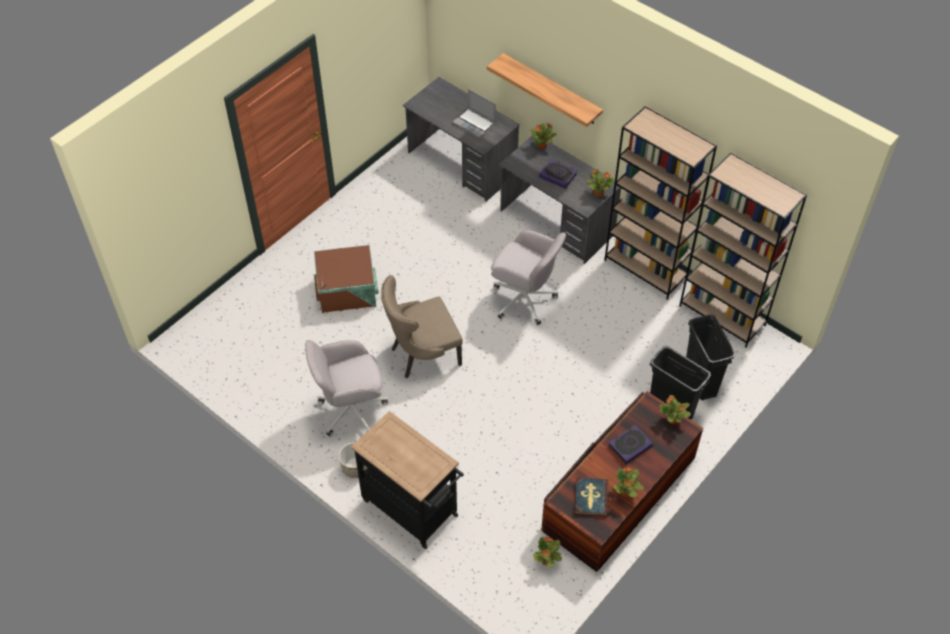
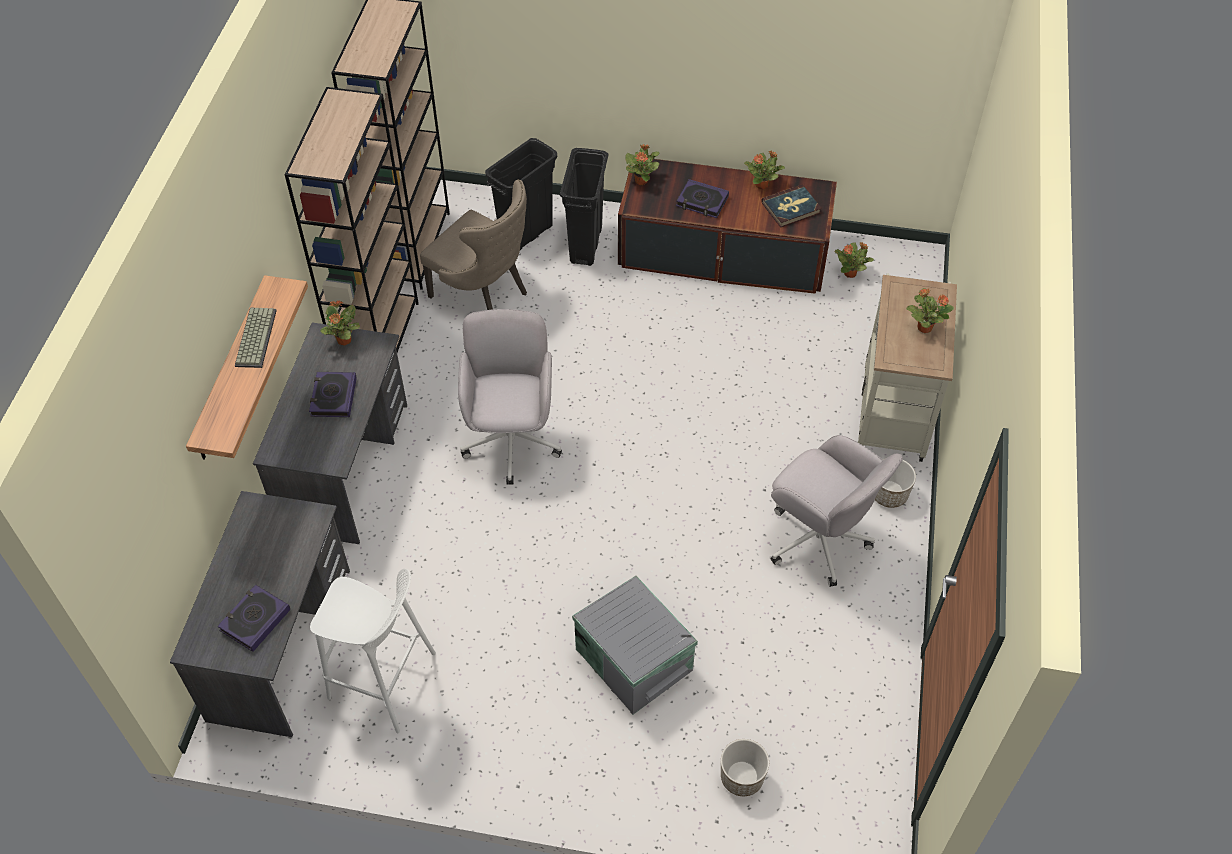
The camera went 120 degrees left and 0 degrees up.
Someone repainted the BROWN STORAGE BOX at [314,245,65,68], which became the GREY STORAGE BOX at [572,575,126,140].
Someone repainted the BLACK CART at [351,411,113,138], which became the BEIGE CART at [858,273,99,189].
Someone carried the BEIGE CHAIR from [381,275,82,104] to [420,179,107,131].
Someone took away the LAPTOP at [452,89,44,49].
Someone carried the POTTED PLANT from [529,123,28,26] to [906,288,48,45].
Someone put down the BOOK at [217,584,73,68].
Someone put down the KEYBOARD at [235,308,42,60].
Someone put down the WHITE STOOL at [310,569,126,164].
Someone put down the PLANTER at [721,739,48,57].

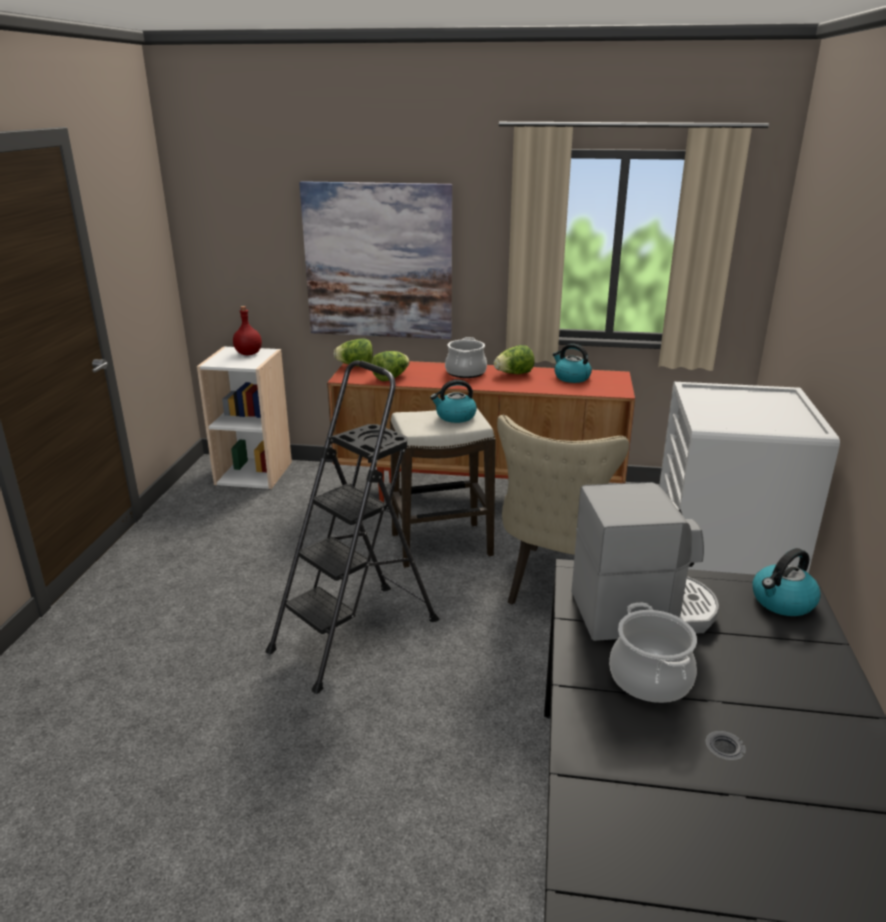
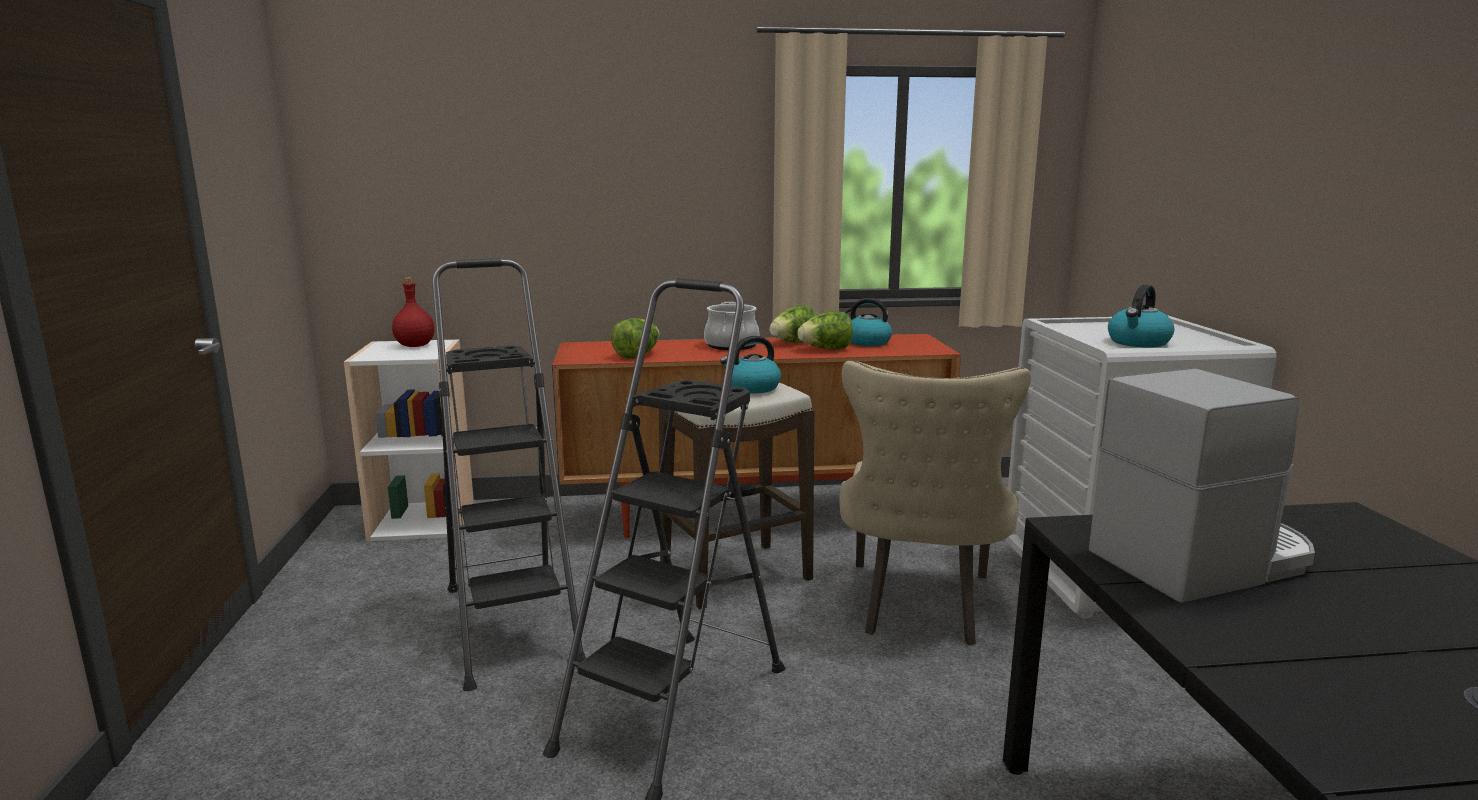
The camera went 15 degrees left and 10 degrees down.
Someone took away the PICTURE at [299,181,153,158].
Someone carried the LETTUCE from [334,339,39,28] to [798,311,55,39].
Someone took away the COOKING POT at [609,603,88,101].
Someone carried the KETTLE from [752,548,69,68] to [1108,285,66,63].
Someone put down the STEP LADDER at [432,258,154,433].

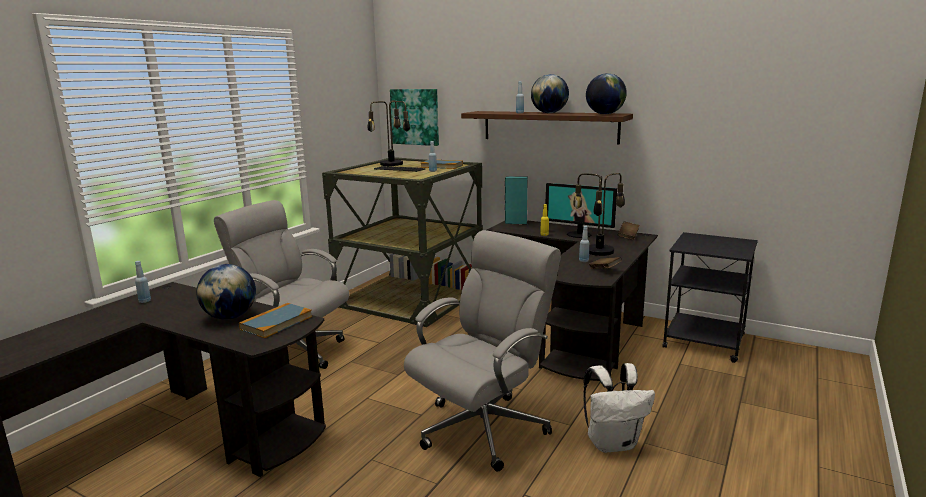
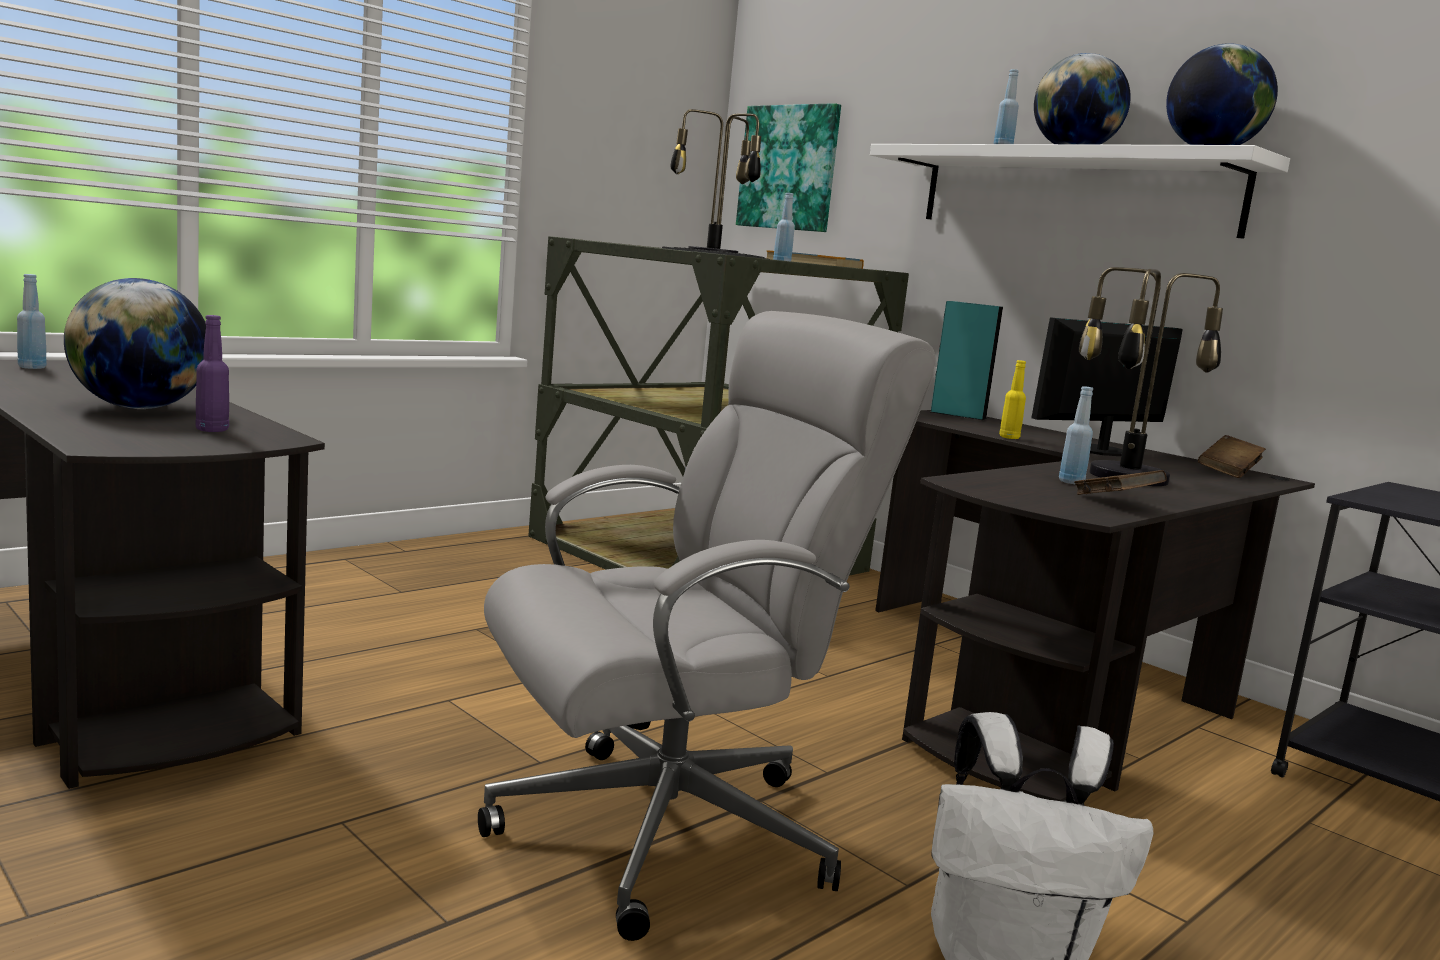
The camera went 15 degrees right and 5 degrees down.
Someone took away the GREY OFFICE CHAIR at [214,200,135,169].
Someone swapped the BOOK at [239,303,73,35] for the PURPLE BOTTLE at [196,315,33,117].
Someone repainted the BROWN SHELF at [461,111,172,34], which became the WHITE SHELF at [870,144,420,94].
Someone rotated the MONITOR at [545,183,72,55] by 105 degrees clockwise.

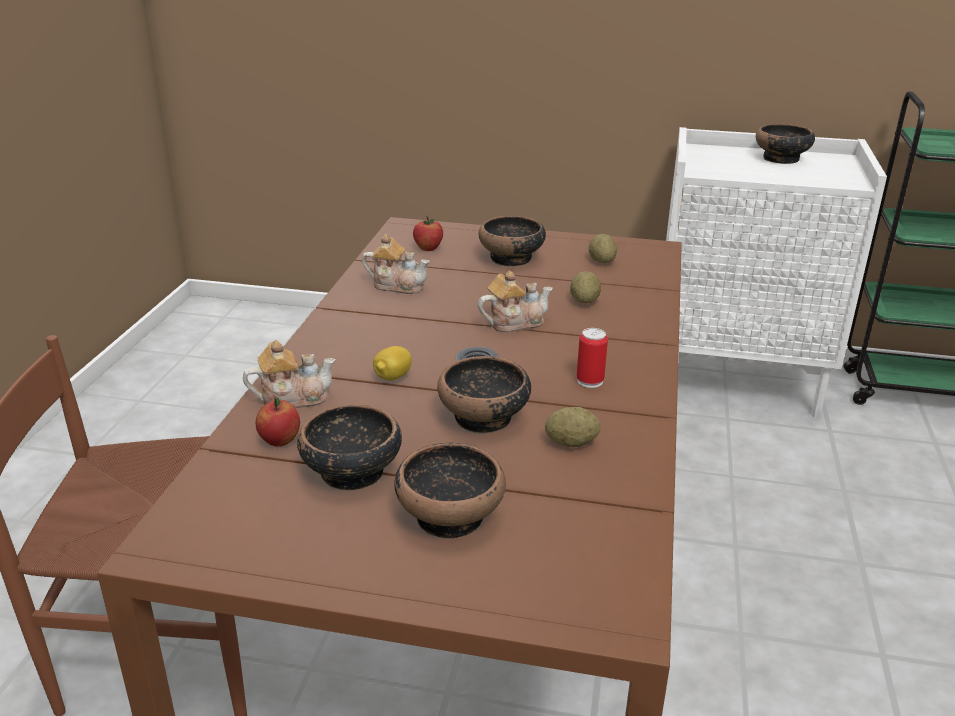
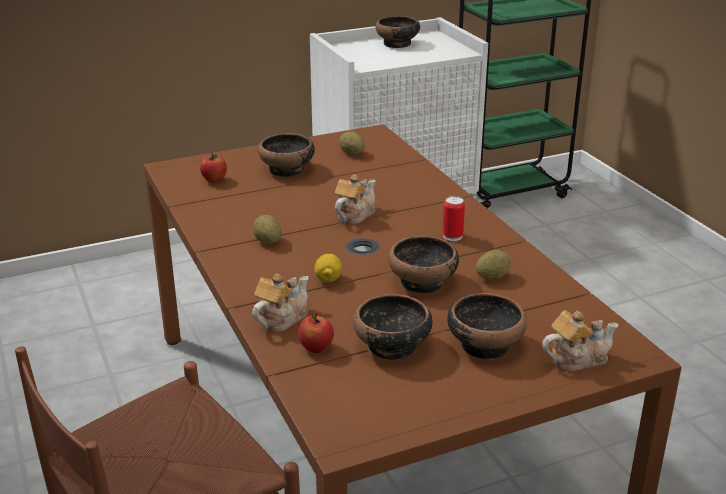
The camera went 35 degrees left and 0 degrees up.
Someone carried the TEAPOT from [362,234,68,60] to [542,310,76,61].
Someone carried the POTATO from [570,271,31,32] to [253,215,28,28].

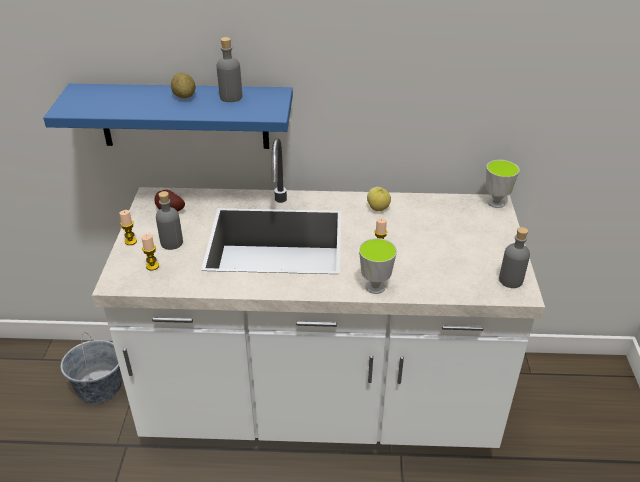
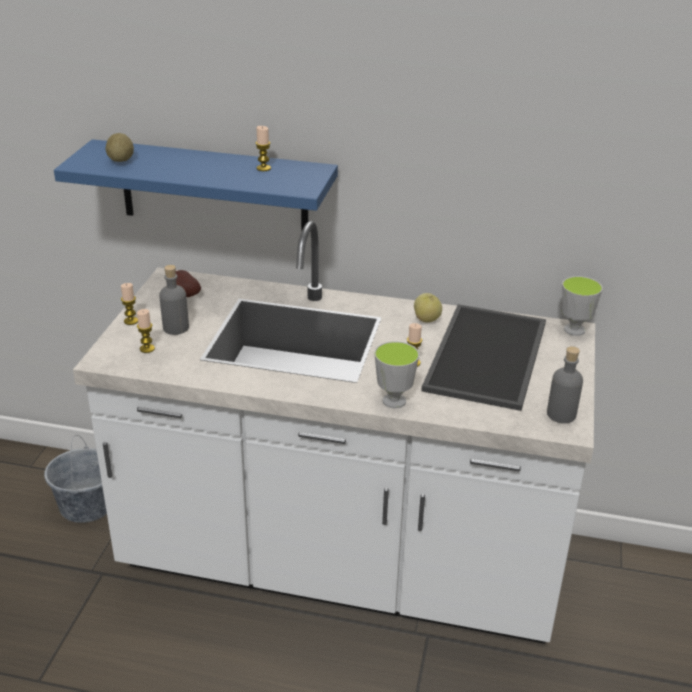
The camera went 10 degrees right and 5 degrees down.
Someone carried the POTATO from [171,72,24,26] to [105,133,29,29].
Someone swapped the GREY BOTTLE at [216,37,26,65] for the CANDLE at [256,126,15,45].
Someone put down the TRAY at [421,304,125,107].

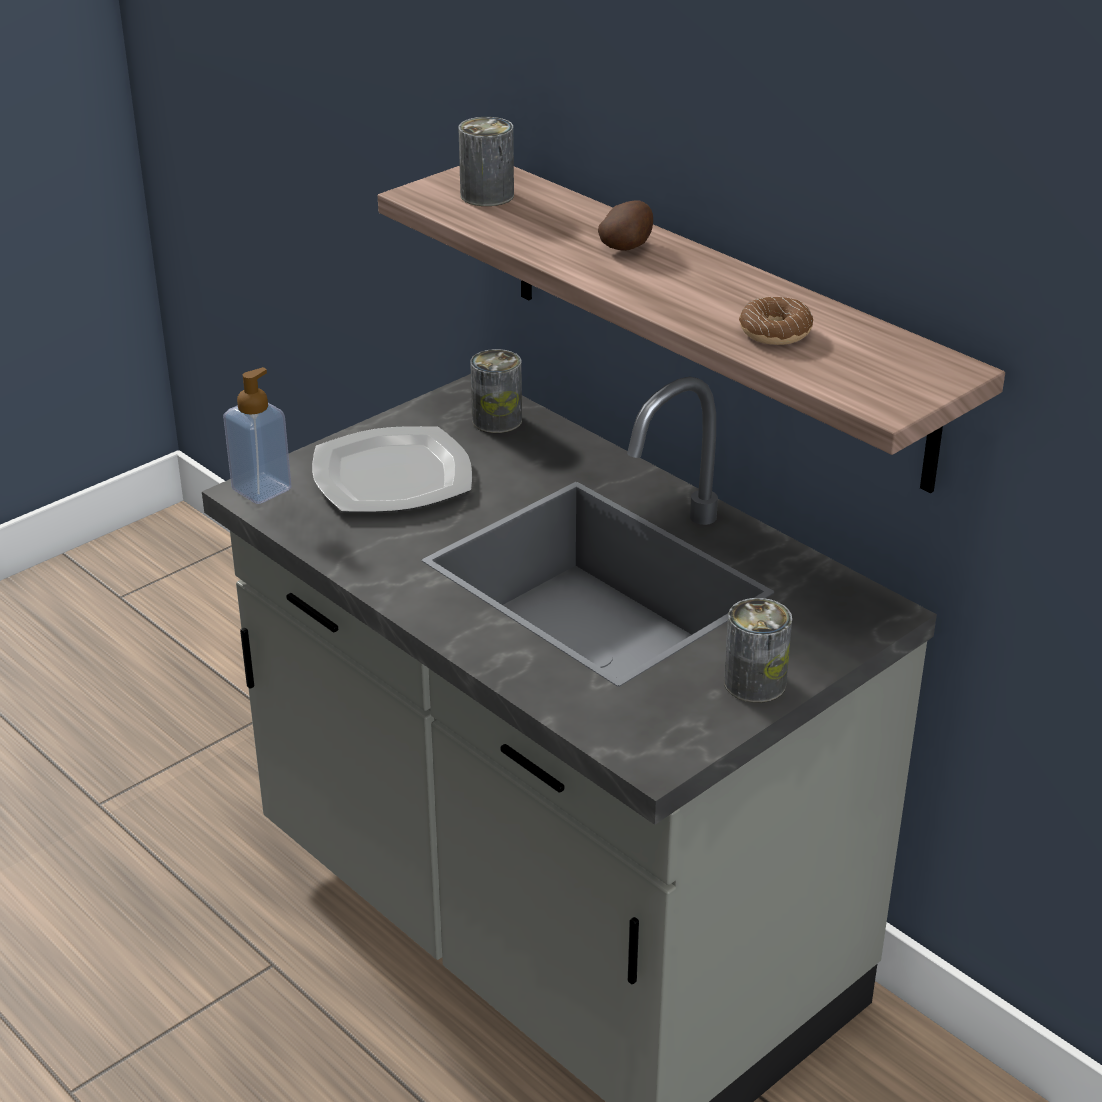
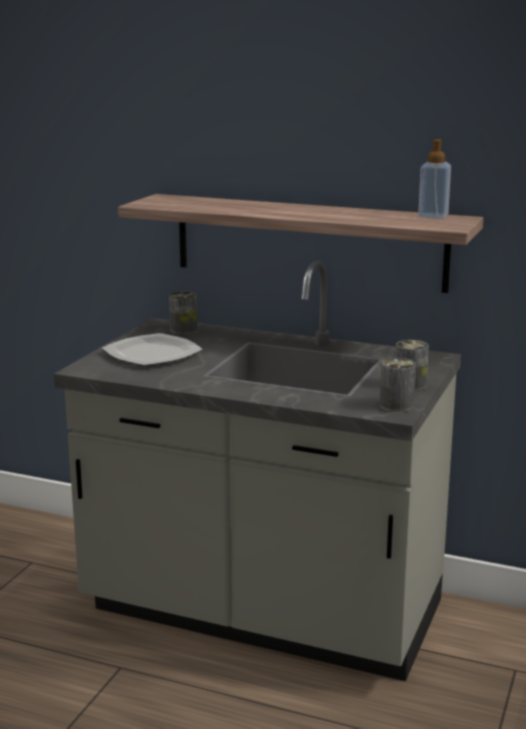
The camera went 25 degrees left and 15 degrees down.
Someone carried the SOAP DISPENSER from [223,367,69,137] to [418,139,33,80].
Someone carried the CAN from [458,117,56,89] to [380,358,36,54].
Someone took away the POTATO at [598,200,55,51].
Someone took away the DONUT at [739,297,74,48].

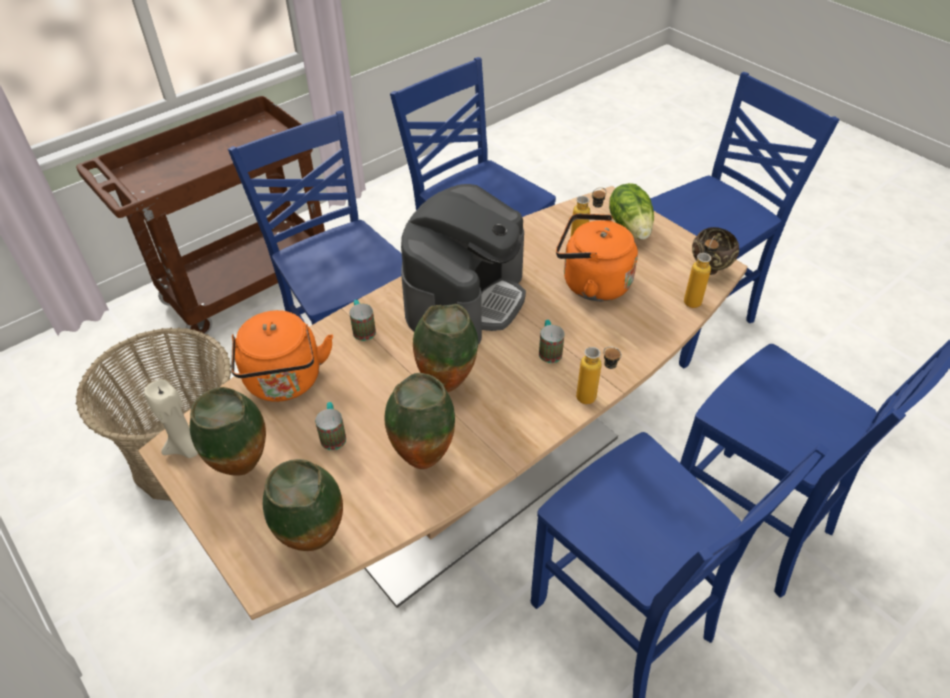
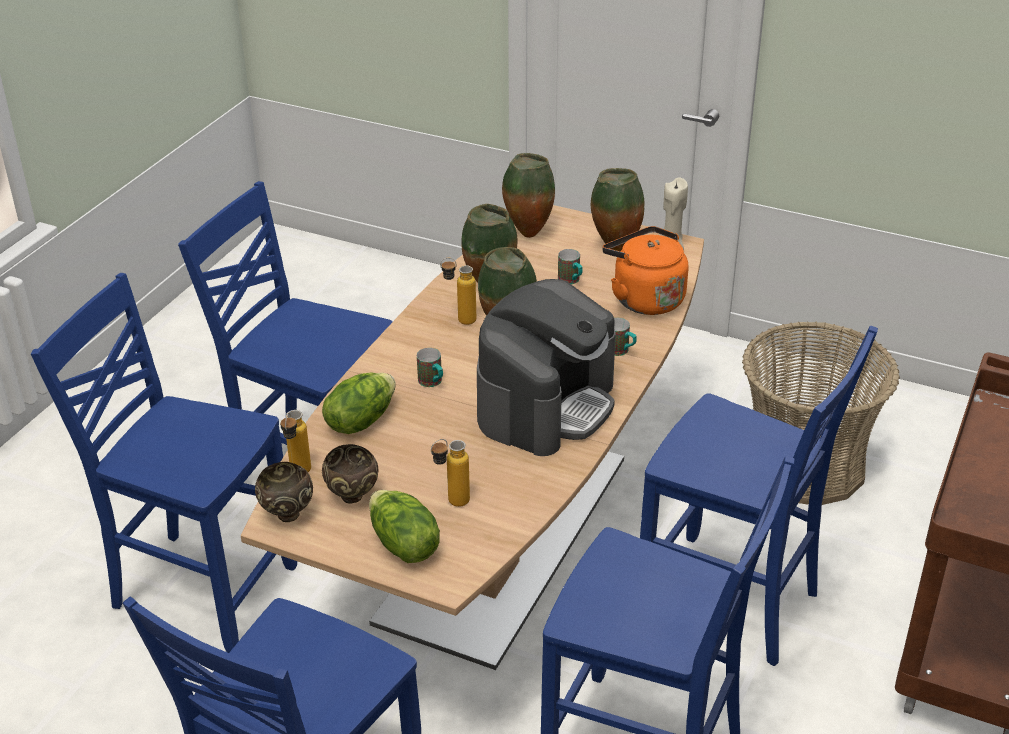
The camera went 155 degrees right and 10 degrees down.
Someone rotated the COFFEE MACHINE at [401,184,125,160] by 150 degrees counterclockwise.
Someone took away the ORANGE KETTLE at [556,214,82,87].
Someone carried the BOTTLE from [576,346,45,58] to [440,258,36,67].
Someone put down the LETTUCE at [322,372,74,62].
Someone put down the BROWN BOWL at [322,444,57,60].

